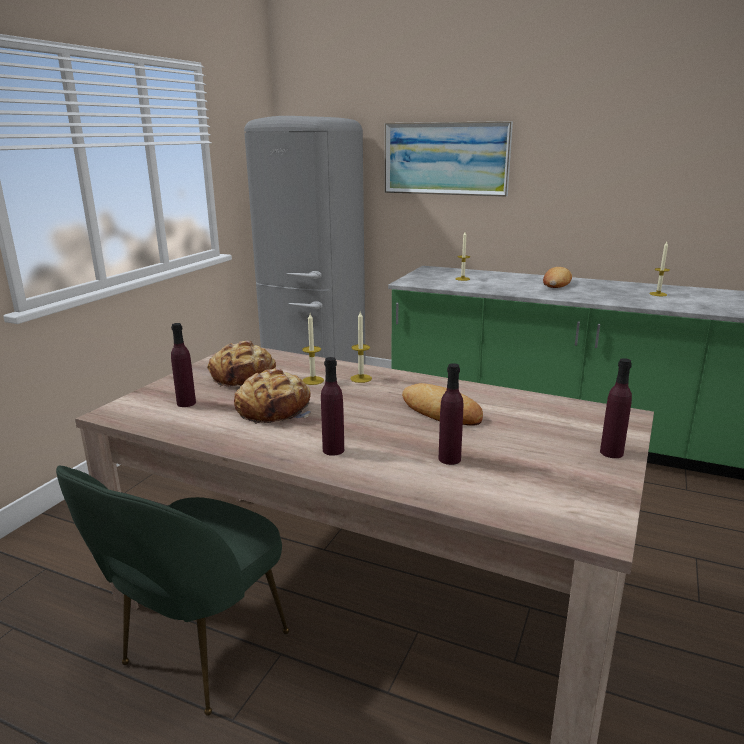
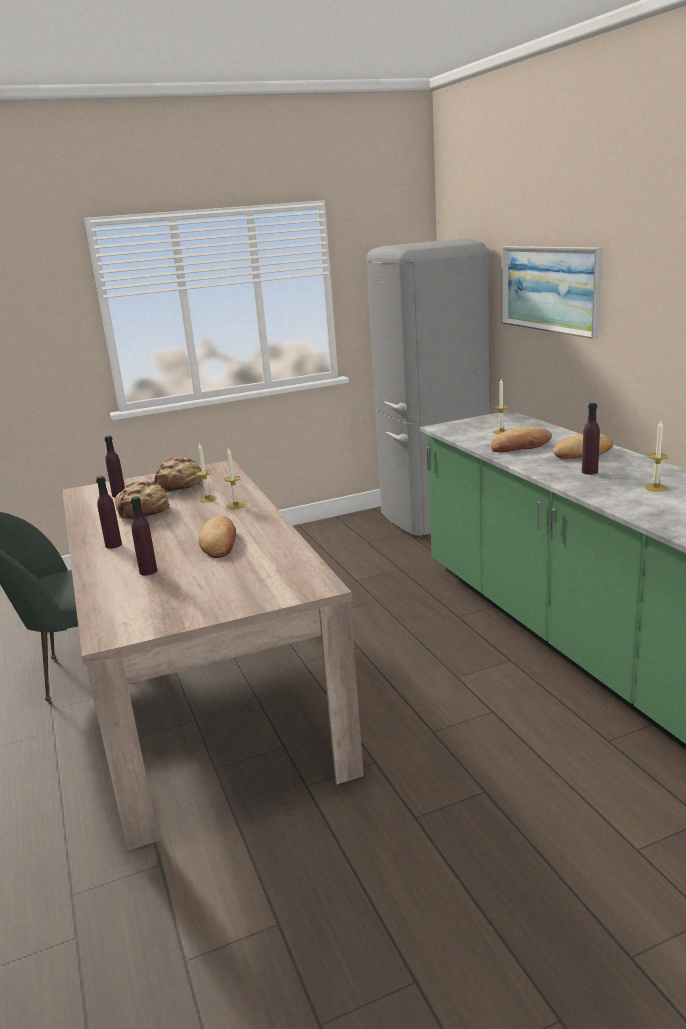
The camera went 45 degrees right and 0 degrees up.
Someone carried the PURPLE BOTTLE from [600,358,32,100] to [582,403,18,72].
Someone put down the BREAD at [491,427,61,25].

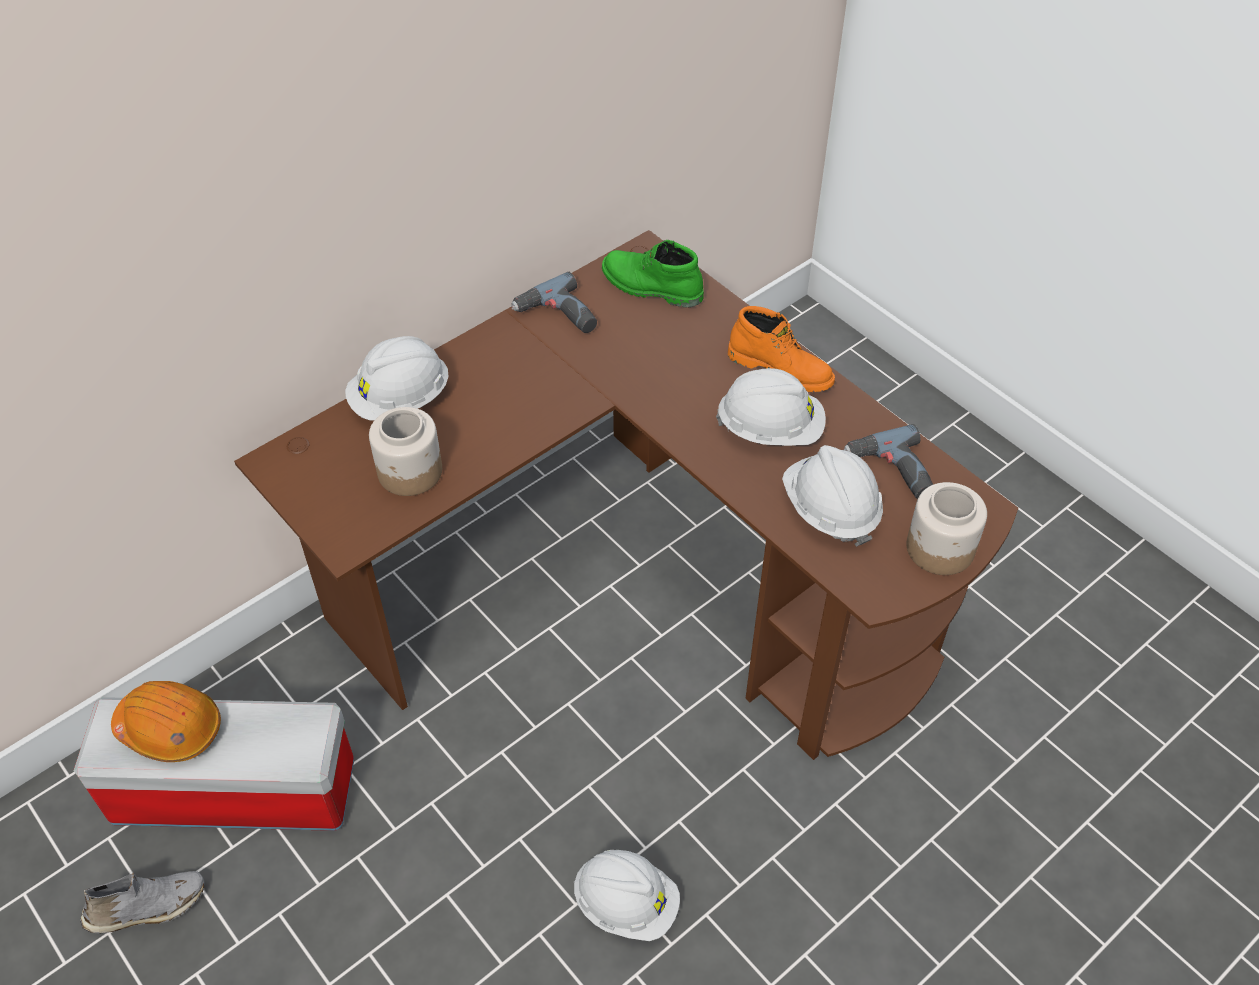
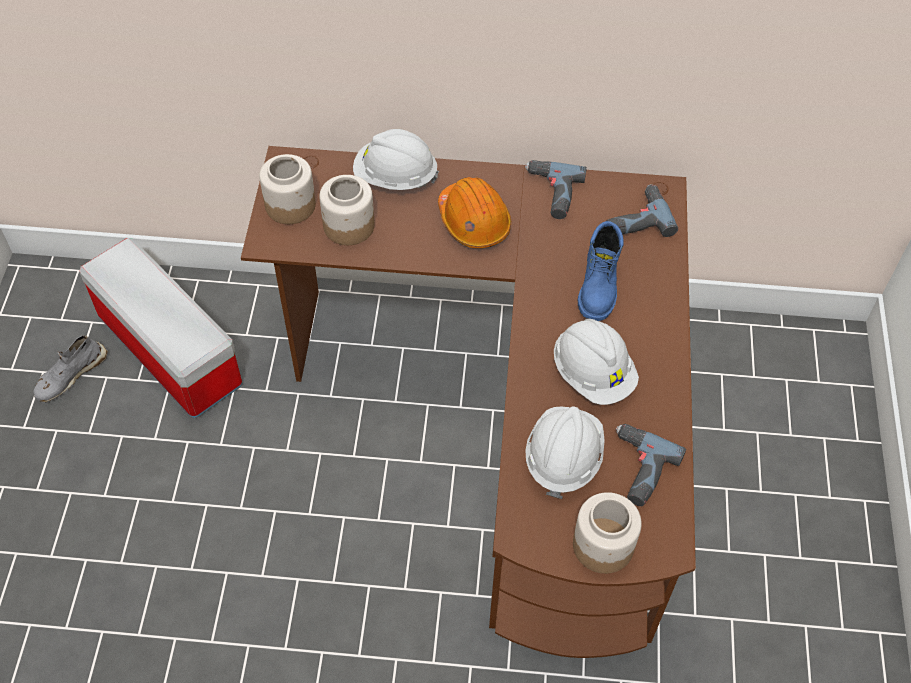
The camera went 45 degrees right and 5 degrees up.
Someone rotated the GREY SHOE at [80,871,125,63] by 105 degrees clockwise.
Someone carried the ORANGE HARD HAT from [111,681,110,81] to [438,177,73,71].
Someone took away the WHITE HARD HAT at [574,850,106,91].
Someone swapped the GREEN BOOT at [602,240,102,67] for the POWER DRILL at [607,184,71,53].
Someone took away the ORANGE BOOT at [728,306,107,86].
Someone put down the JAR at [259,154,57,70].
Someone put down the BLUE BOOT at [578,221,46,100].

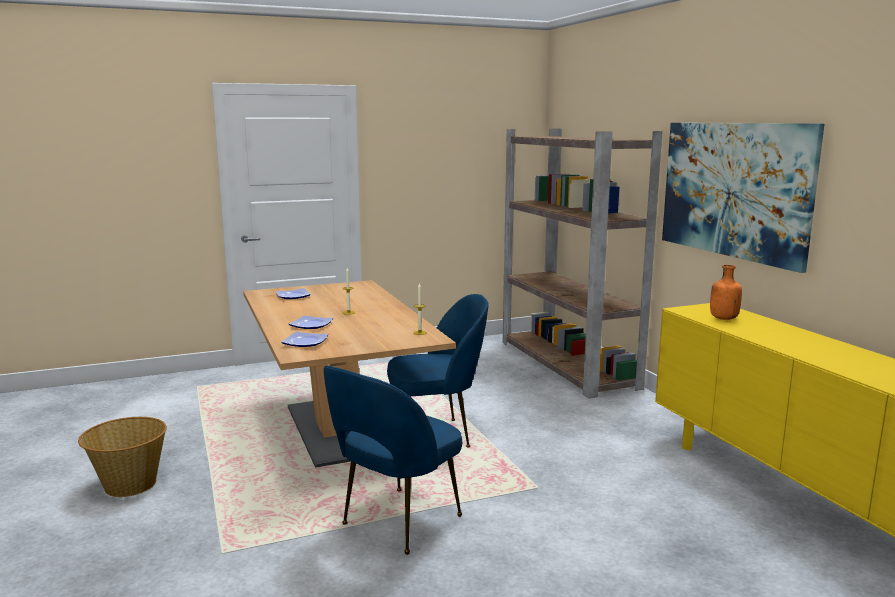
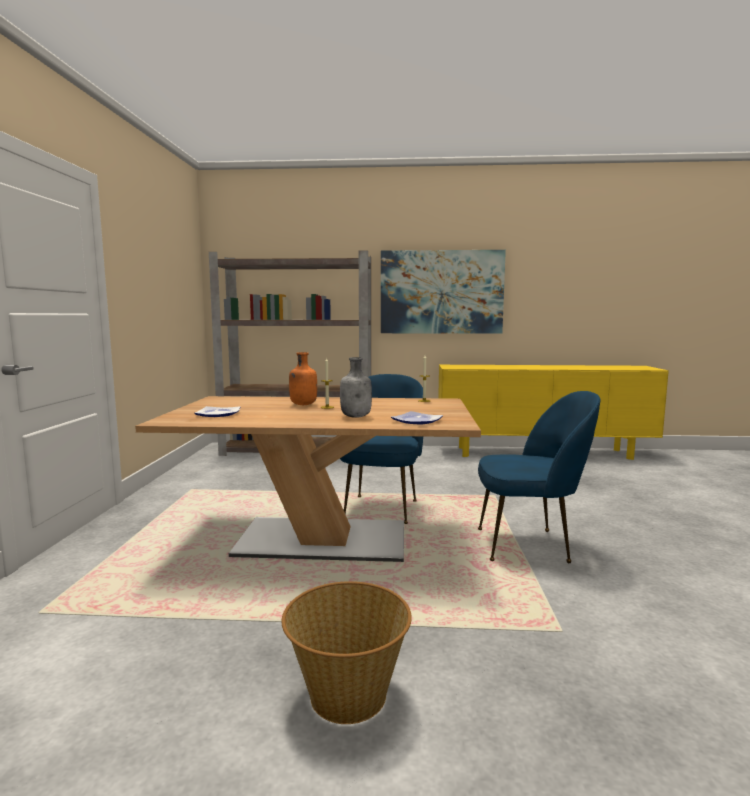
The camera went 65 degrees left and 5 degrees down.
Someone swapped the PLATE at [289,315,44,14] for the GREY BOTTLE at [340,357,32,61].
Someone rotated the BLUE CHAIR at [324,365,138,190] by 60 degrees counterclockwise.
Someone carried the ORANGE BOTTLE from [710,265,32,55] to [289,352,28,53].

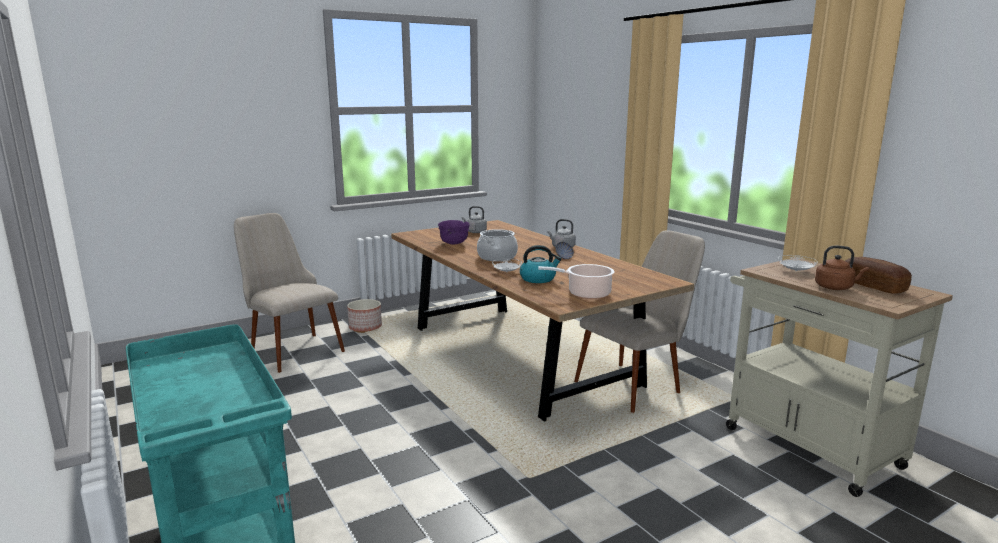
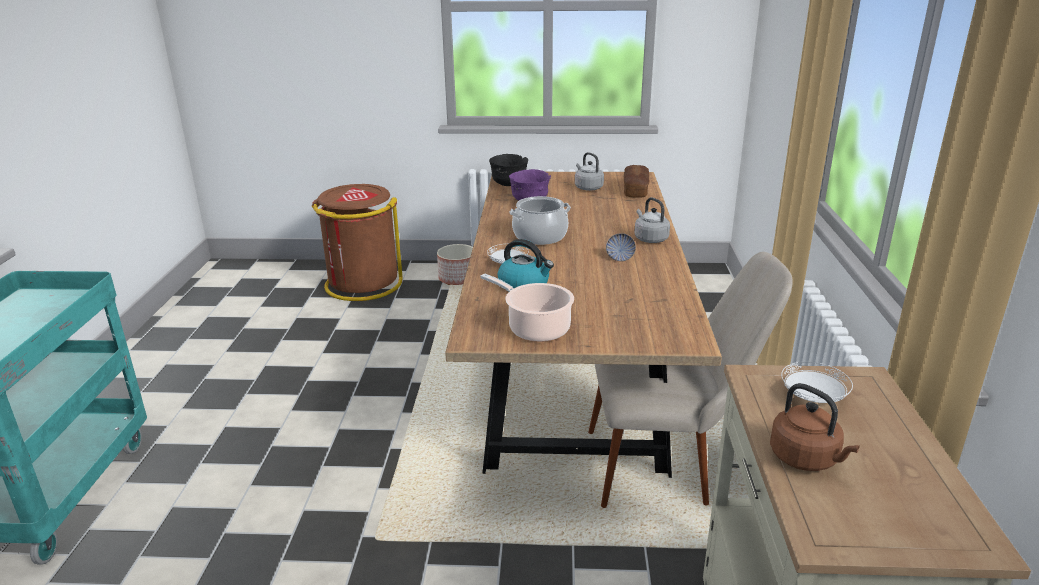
The camera went 35 degrees right and 10 degrees up.
Someone swapped the BEIGE CHAIR at [234,213,111,160] for the BROWN TRASH CAN at [312,184,91,117].
Someone carried the BREAD from [845,257,67,37] to [624,165,25,33].
Someone put down the BLACK BOWL at [489,154,39,32].

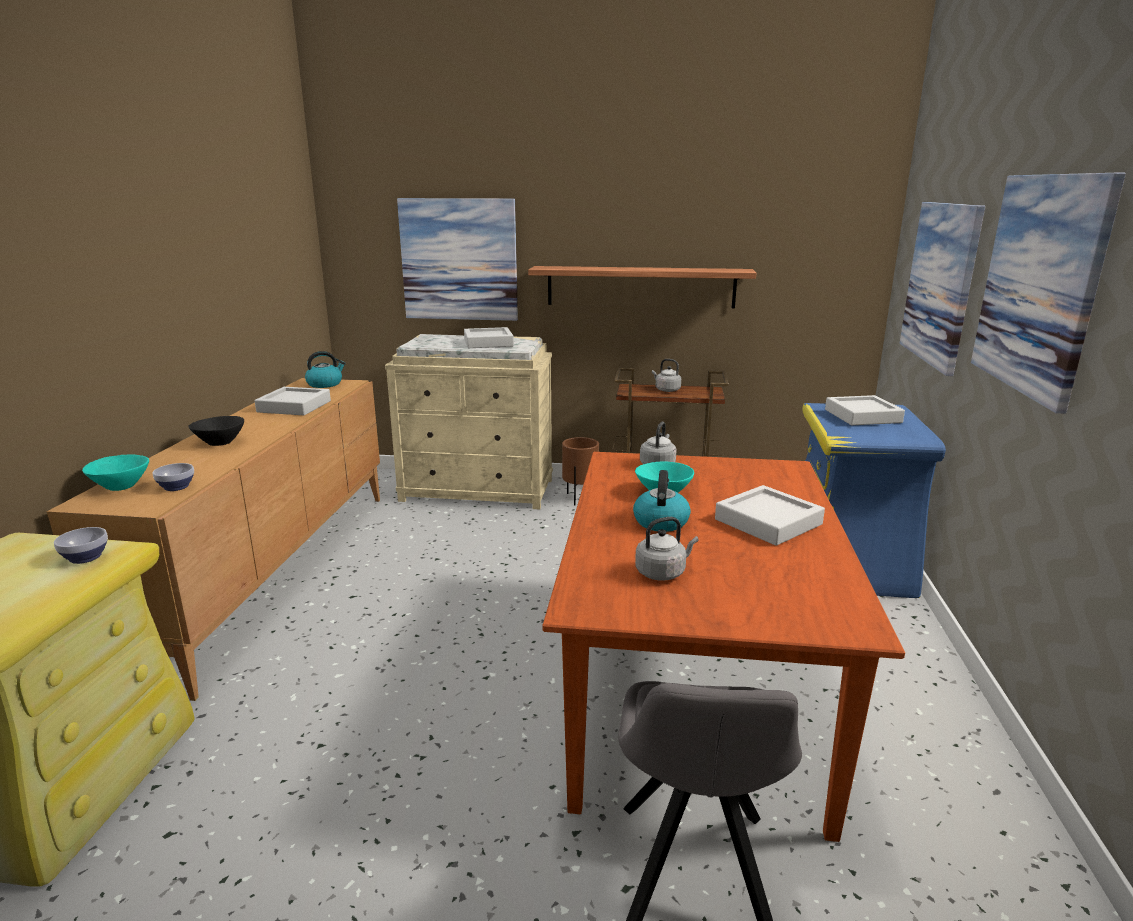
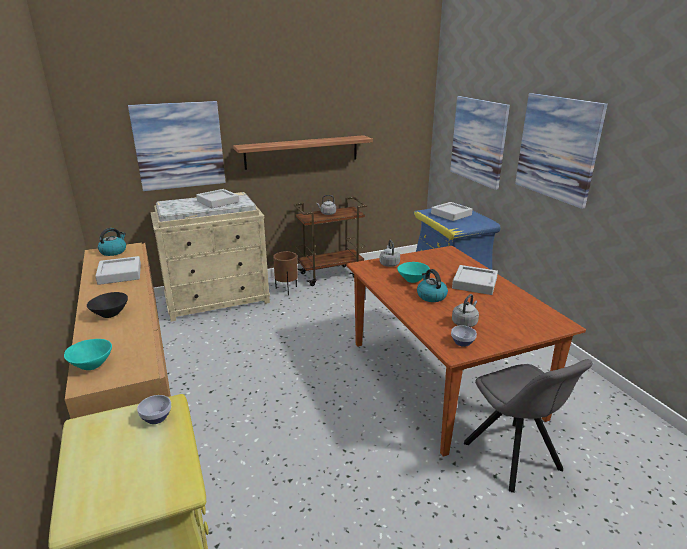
The camera went 30 degrees left and 5 degrees up.
Someone carried the BOWL from [153,463,41,28] to [451,325,26,22].

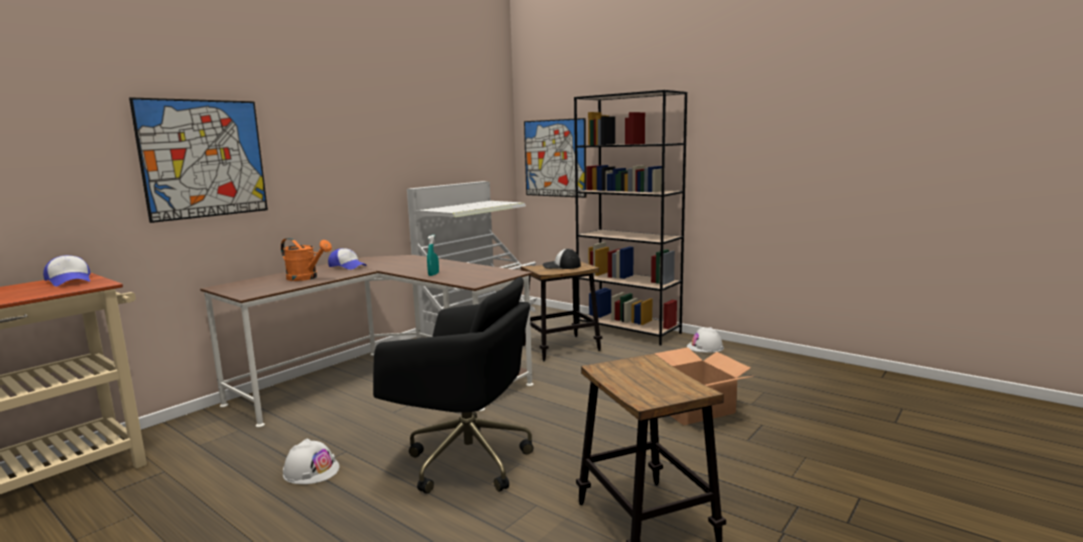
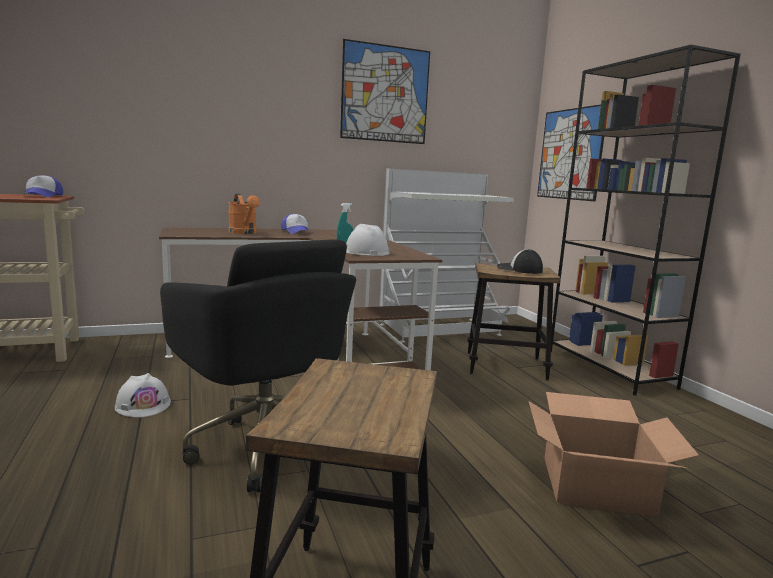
The camera went 30 degrees right and 0 degrees up.
Someone carried the PICTURE from [129,97,139,126] to [340,39,90,105].
Someone carried the WHITE HARD HAT from [687,327,37,26] to [346,224,44,32].

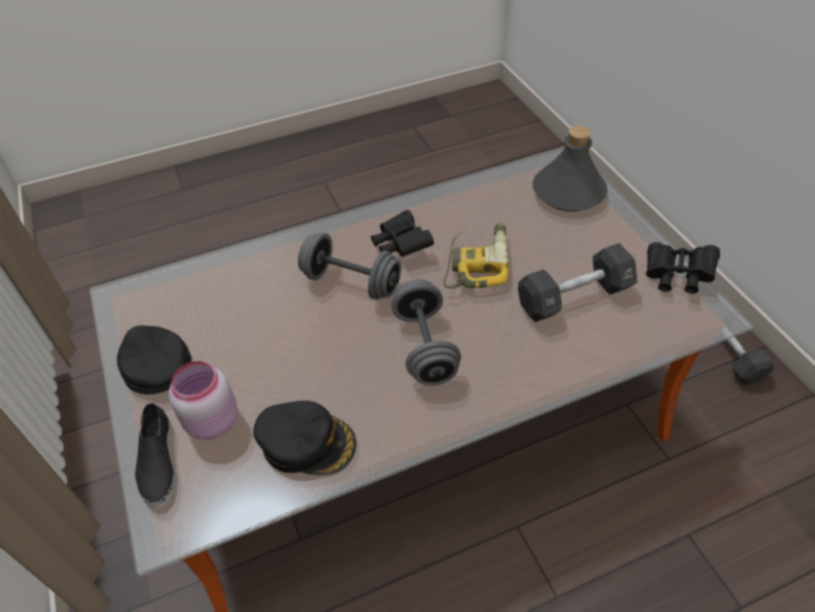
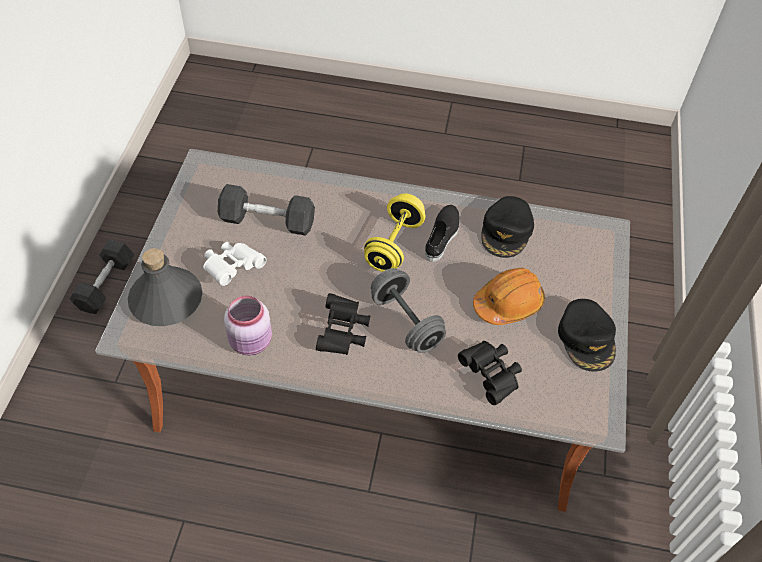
The camera went 150 degrees left and 5 degrees up.
Someone carried the BLACK SHOE from [135,403,41,105] to [425,205,35,57].
Someone carried the PINK JAR from [169,361,69,79] to [224,295,48,61].
Someone rotated the BLACK CAP at [253,401,103,74] by 120 degrees counterclockwise.
Someone repainted the GREY DUMBBELL at [391,279,70,107], which became the YELLOW DUMBBELL at [364,193,61,79].
Someone took away the POWER DRILL at [444,223,65,66].
Someone carried the BLACK BINOCULARS from [646,242,74,52] to [458,341,64,64].
Someone put down the WHITE BINOCULARS at [203,242,63,44].
Someone put down the ORANGE HARD HAT at [473,268,72,57].

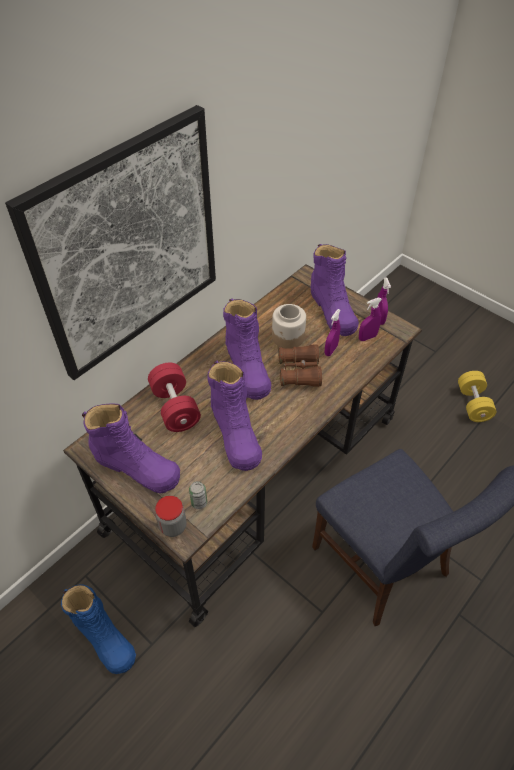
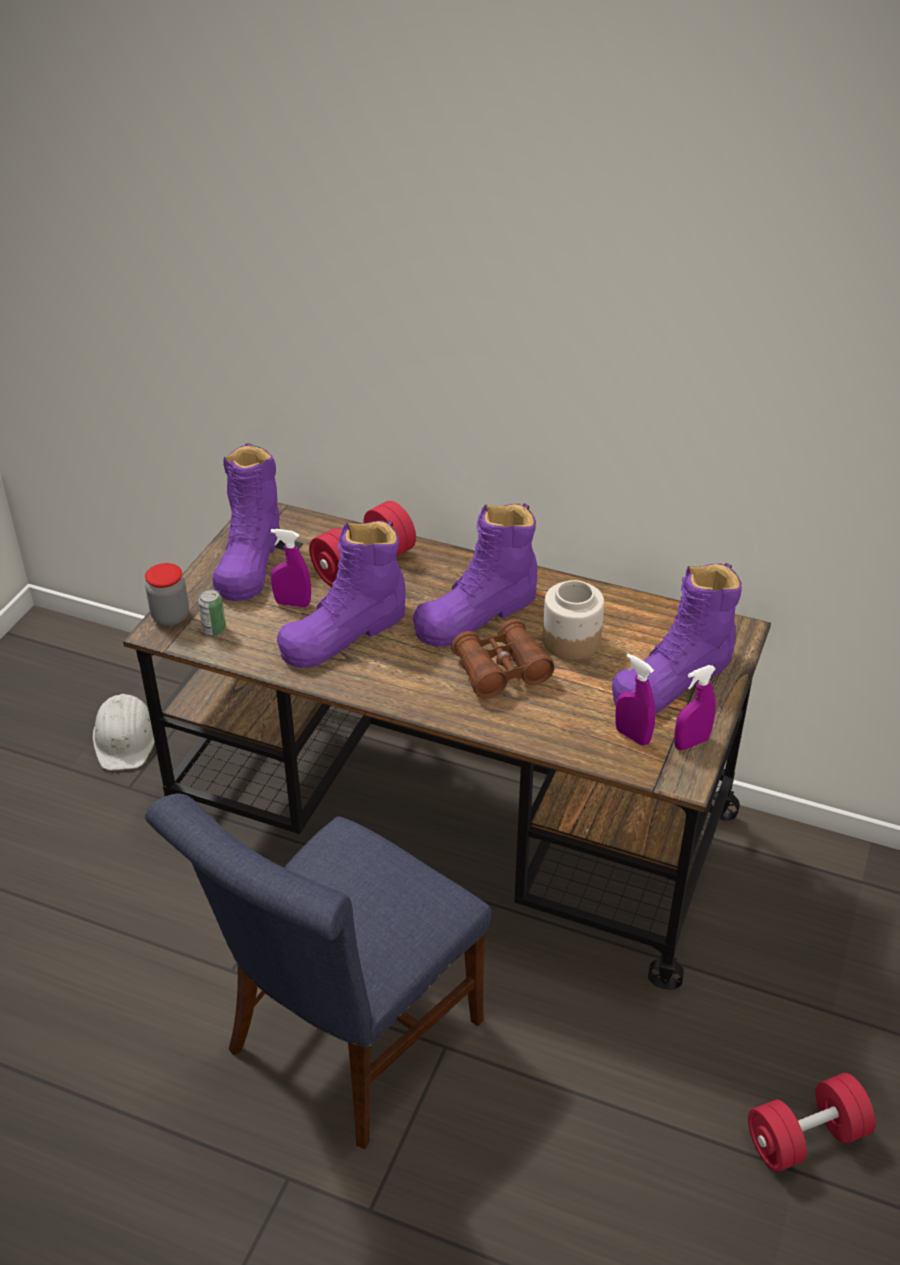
The camera went 70 degrees right and 10 degrees down.
Someone took away the PICTURE at [5,105,211,275].
Someone swapped the BLUE BOOT at [61,585,75,89] for the WHITE HARD HAT at [93,694,62,76].
Someone carried the PURPLE SPRAY BOTTLE from [324,309,17,47] to [271,529,40,78].
Someone repainted the YELLOW DUMBBELL at [458,371,39,51], which became the RED DUMBBELL at [748,1073,128,99].

